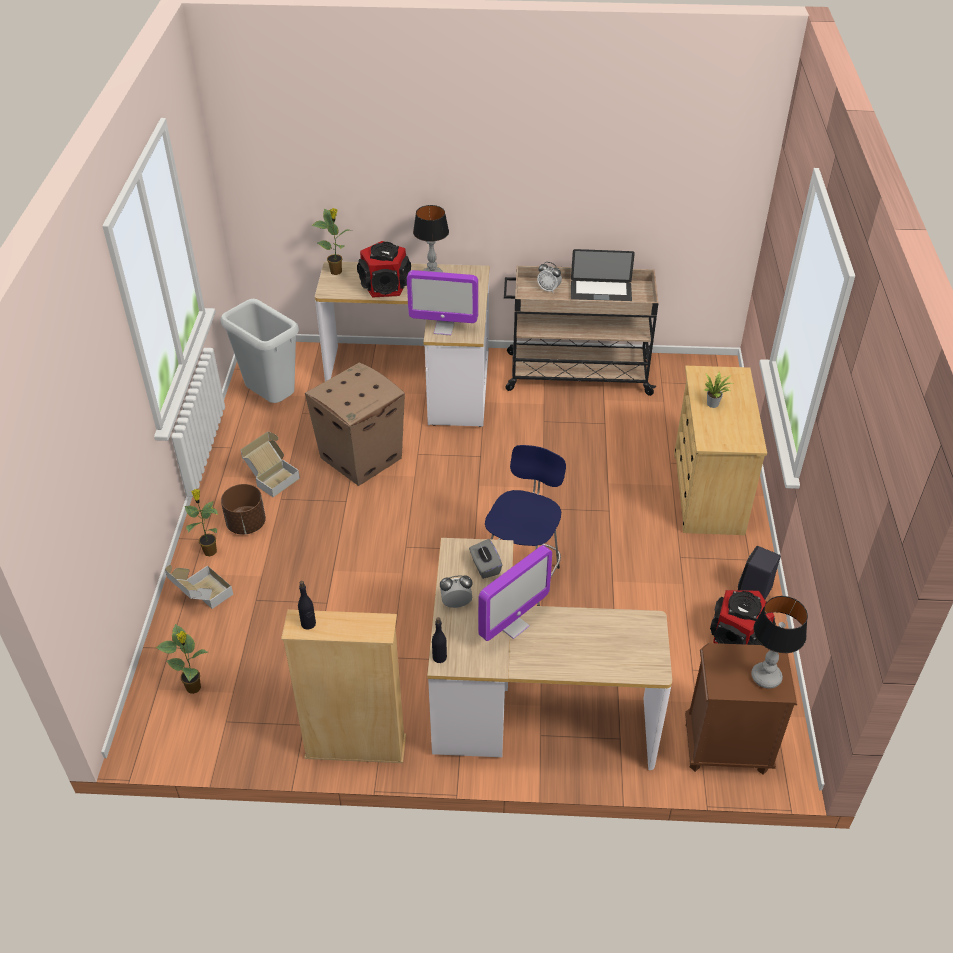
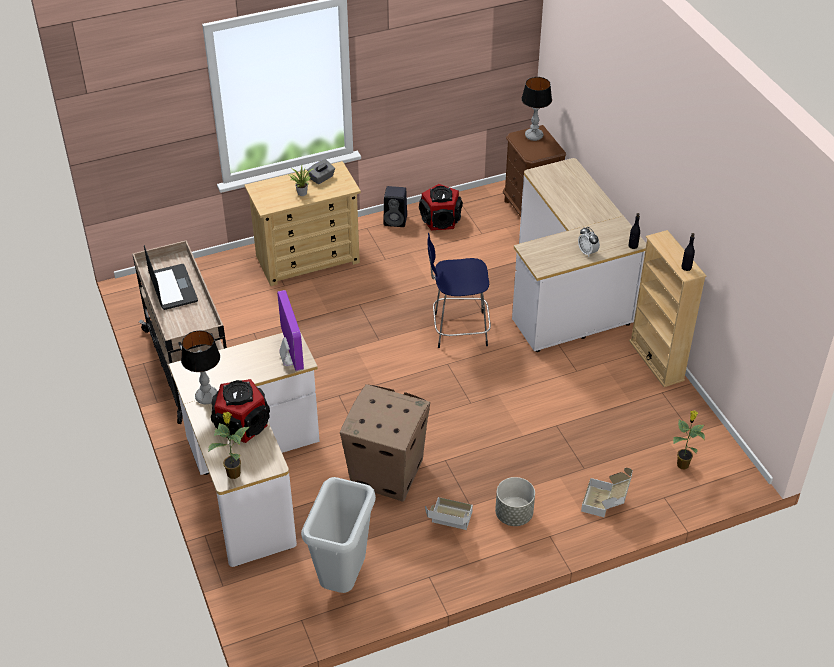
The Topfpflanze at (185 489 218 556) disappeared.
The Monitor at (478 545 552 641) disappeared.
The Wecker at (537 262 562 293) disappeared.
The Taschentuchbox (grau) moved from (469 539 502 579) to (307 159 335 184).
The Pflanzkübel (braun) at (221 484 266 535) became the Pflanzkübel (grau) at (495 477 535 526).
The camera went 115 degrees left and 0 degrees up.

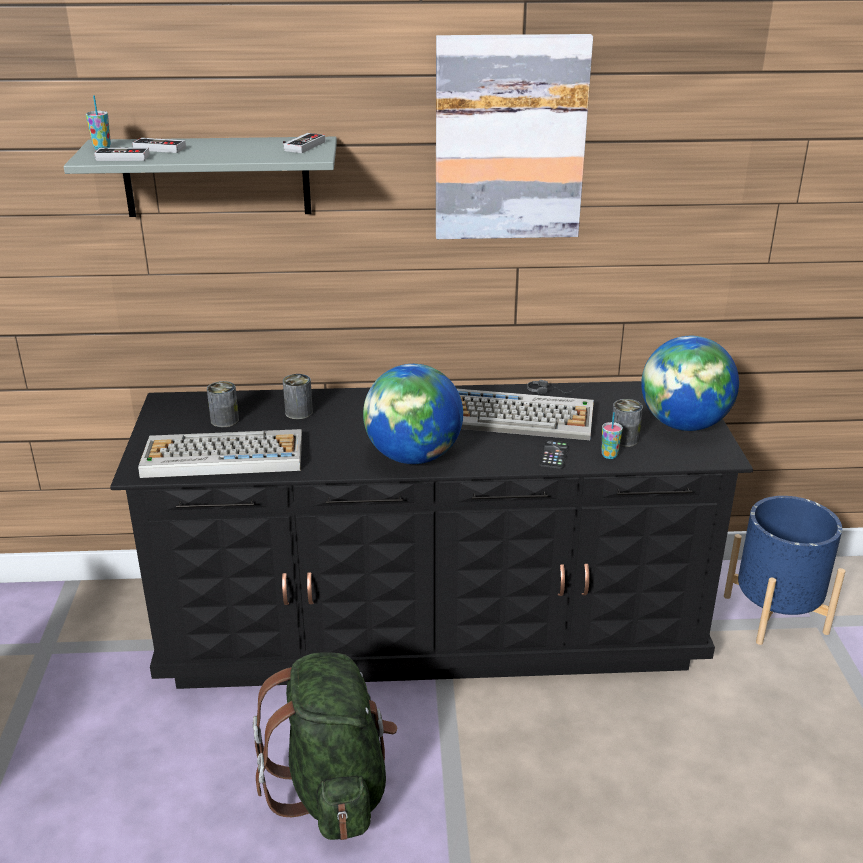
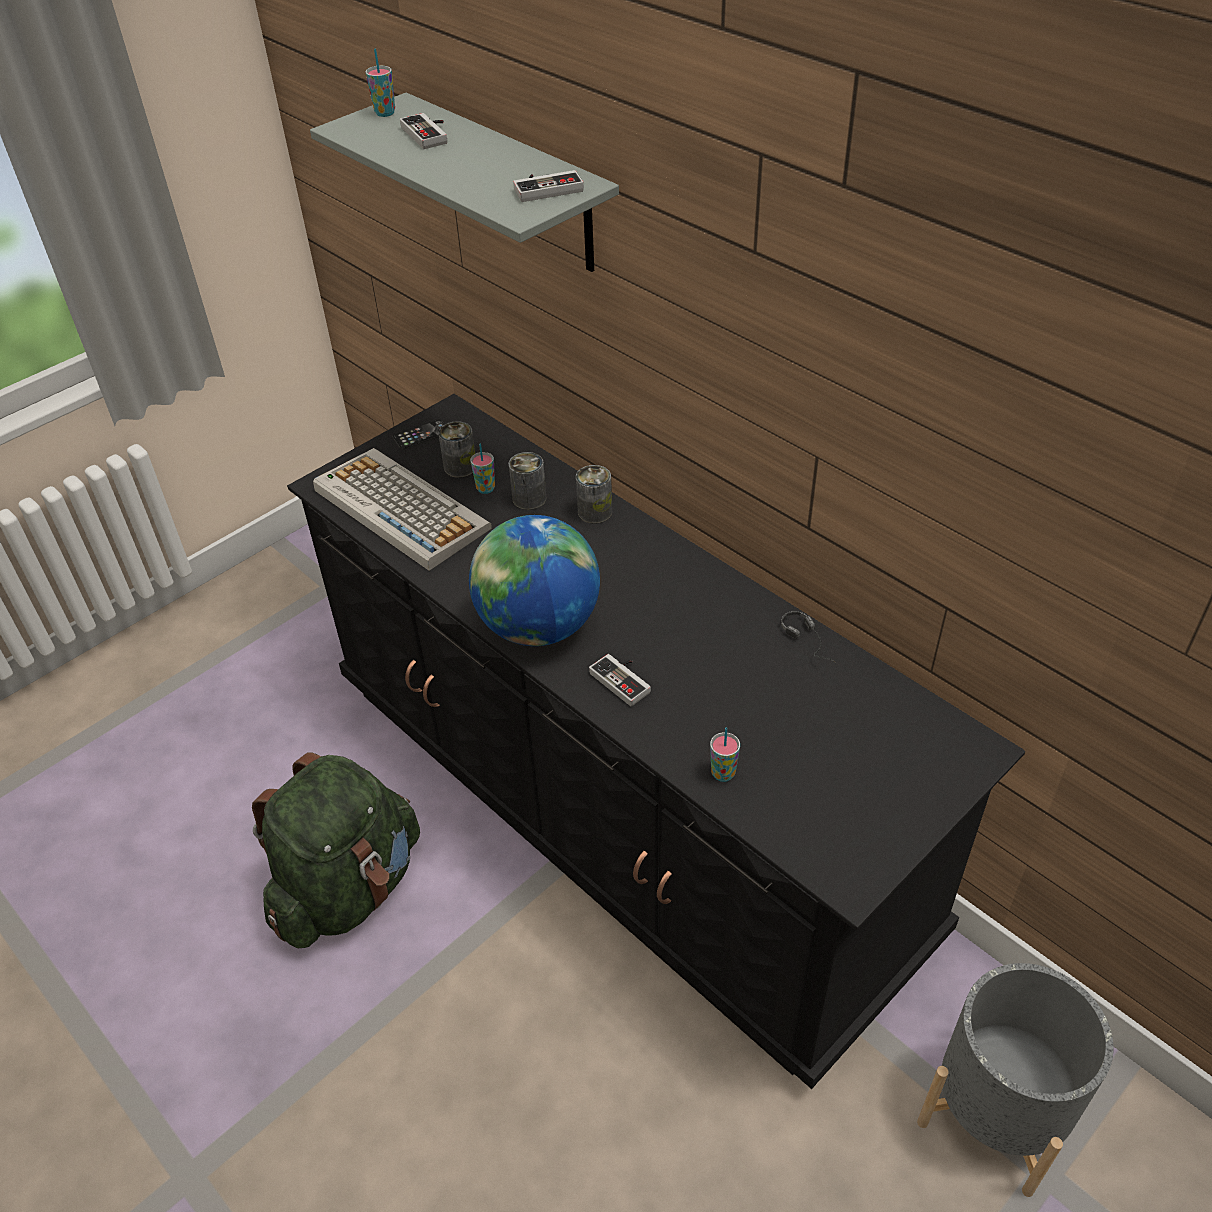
The Bild at (436 34 593 239) disappeared.
The Tastatur at (456 388 594 440) disappeared.
The Globus at (641 336 739 431) disappeared.
The Tasse at (470 443 495 494) appeared.
The Gamepad moved from (94 147 149 161) to (589 654 651 706).
The Handy moved from (539 440 569 469) to (392 420 445 450).
The Dose moved from (612 399 643 447) to (576 465 612 524).
The Pflanzkübel (blau) at (724 496 845 645) became the Pflanzkübel (grau) at (917 963 1113 1197).
The camera went 50 degrees right and 15 degrees up.

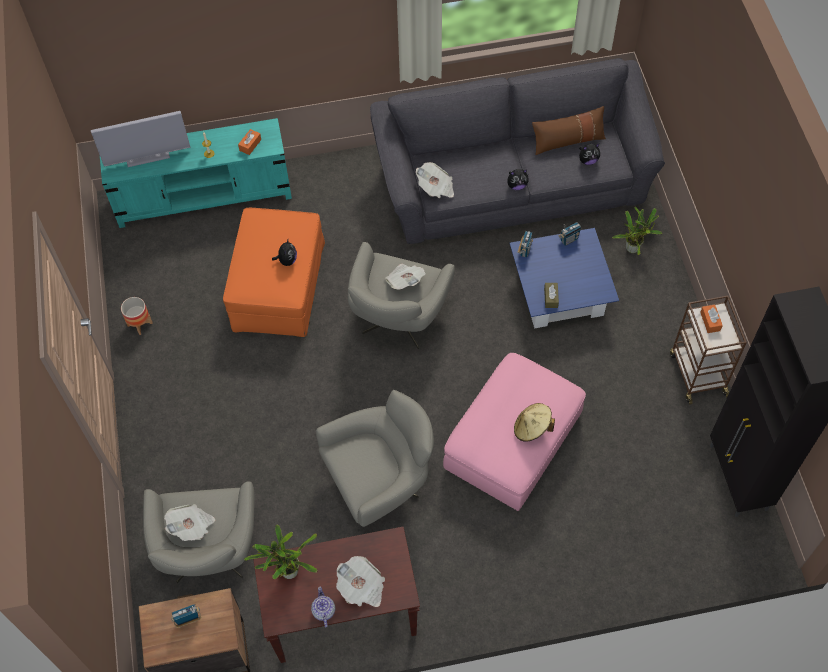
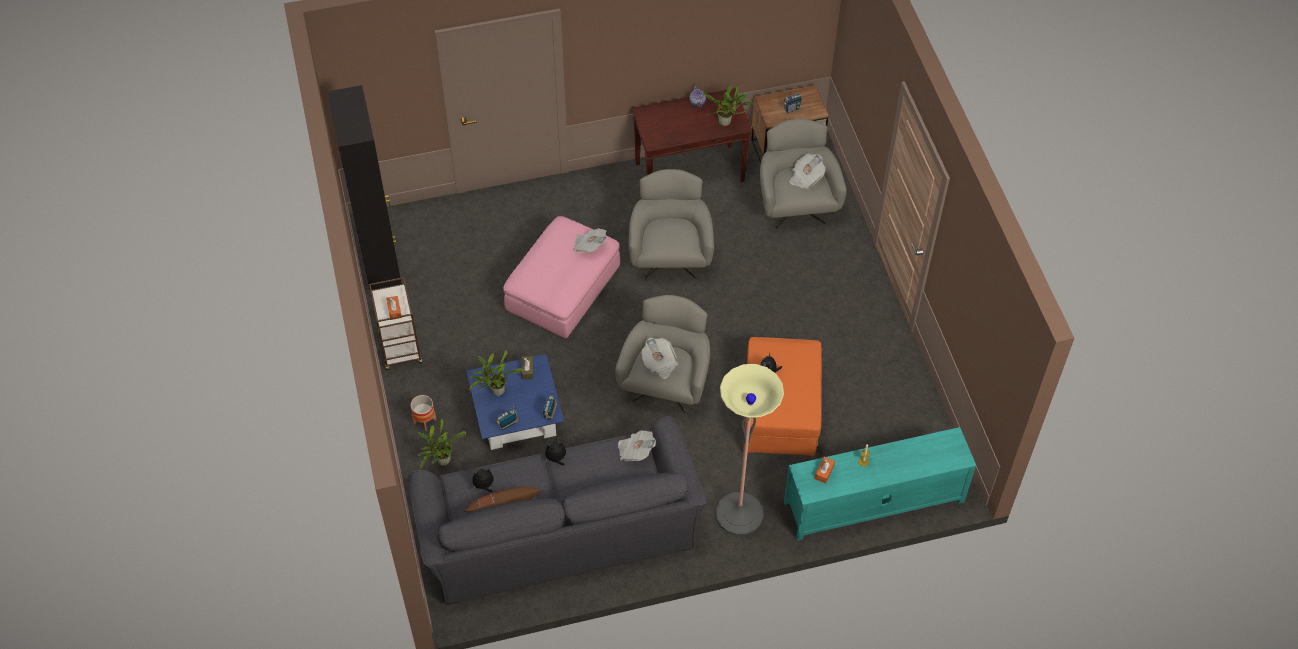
The Fernseher at (91 111 190 167) disappeared.
The Hut (beige) at (514 403 555 442) disappeared.
The Topfpflanze at (469 351 523 396) appeared.
The Stehlampe at (716 364 784 536) appeared.
The Pflanzkübel moved from (121 297 153 335) to (410 395 436 431).
The Zeitung moved from (336 556 385 607) to (573 228 607 253).
The Sessel (grau) at (316 390 434 527) turned 120 degrees clockwise.
The camera went 175 degrees right and 5 degrees down.

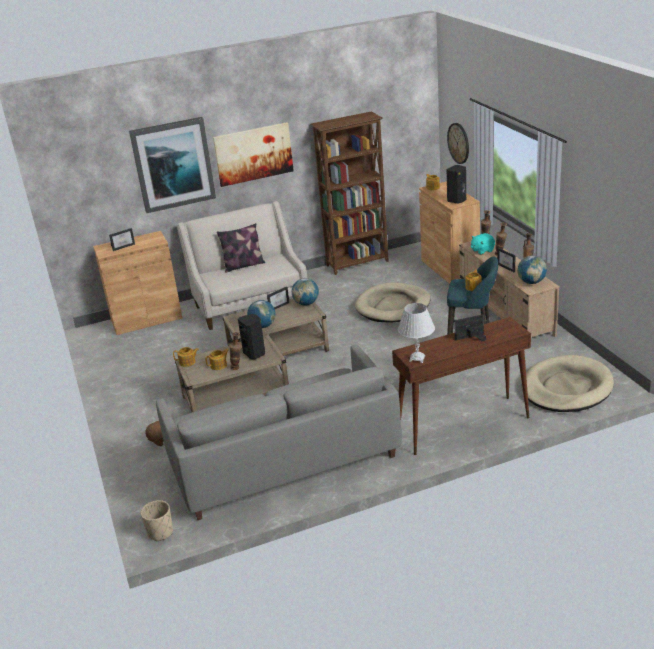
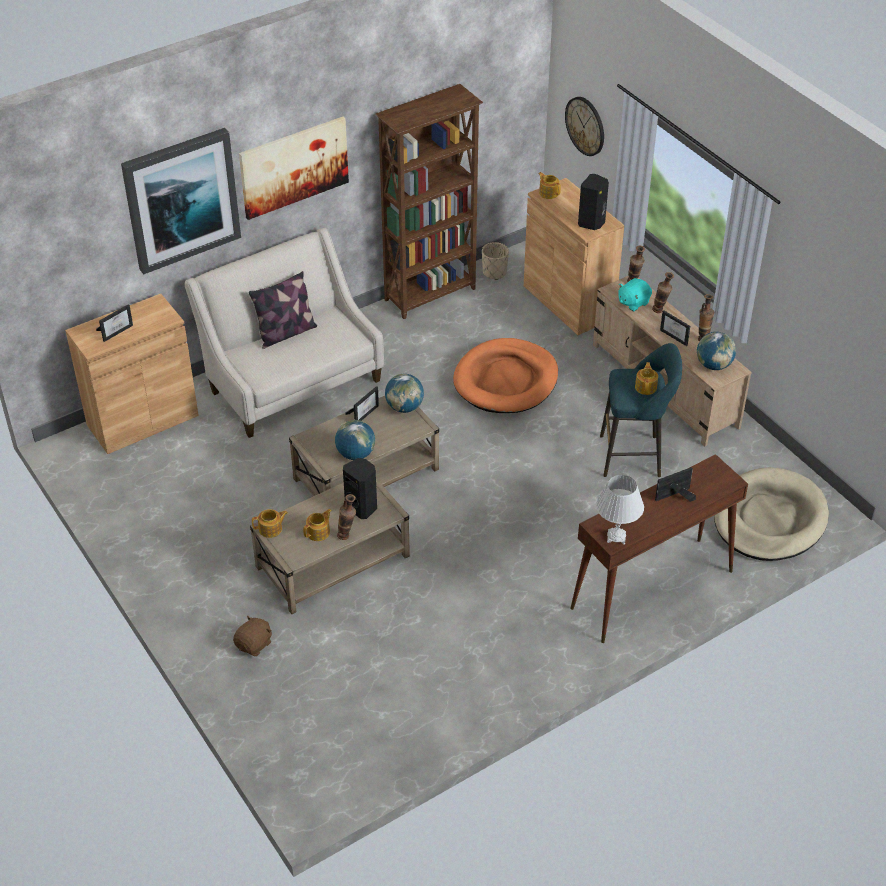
The Sofa (grau) at (156 345 402 520) disappeared.
The Pflanzkübel (beige) moved from (141 500 173 541) to (482 242 509 280).
The Hundebett (beige) at (355 283 430 323) became the Hundebett (orange) at (453 338 558 413).
The camera went 15 degrees left and 15 degrees up.

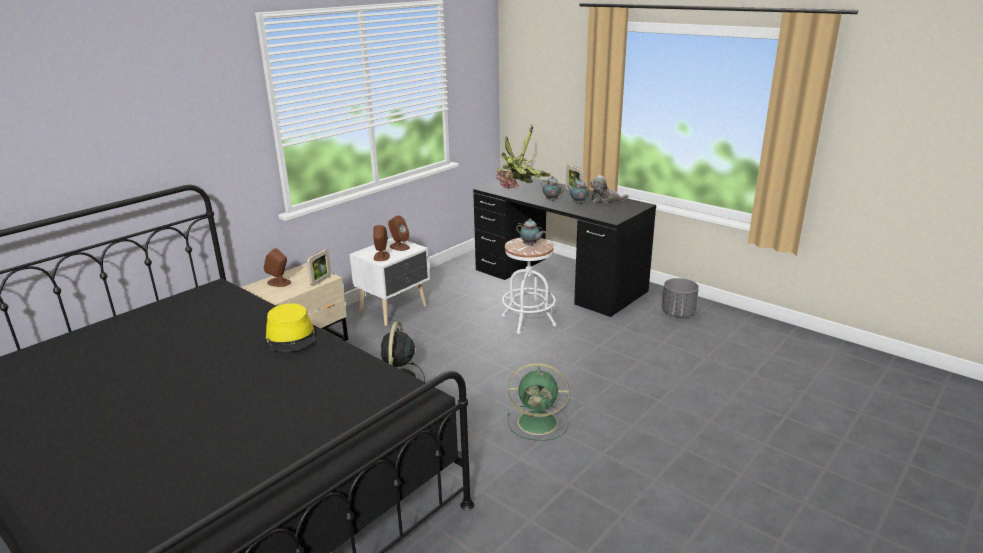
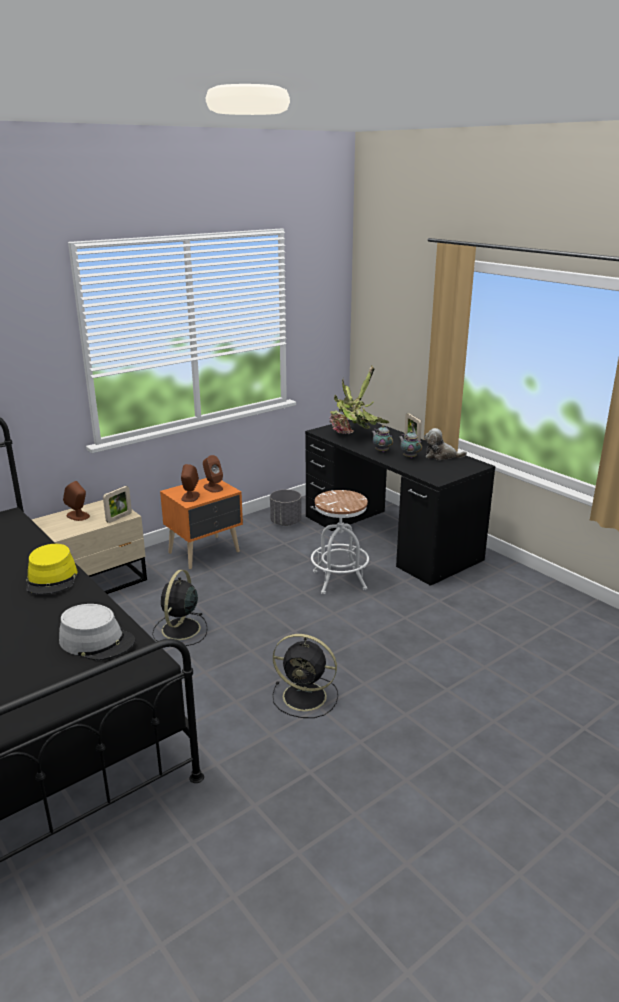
The Teekanne at (516 219 545 246) disappeared.
The Hut (grau) at (59 604 135 661) appeared.
The Pflanzkübel (grau) moved from (662 278 699 317) to (270 489 302 526).
The Nachttisch (weiß) at (350 238 430 326) became the Nachttisch (orange) at (160 478 243 569).
The Ventilator (grün) at (507 363 569 441) became the Ventilator (schwarz) at (273 634 338 718).
The camera went 10 degrees right and 0 degrees up.

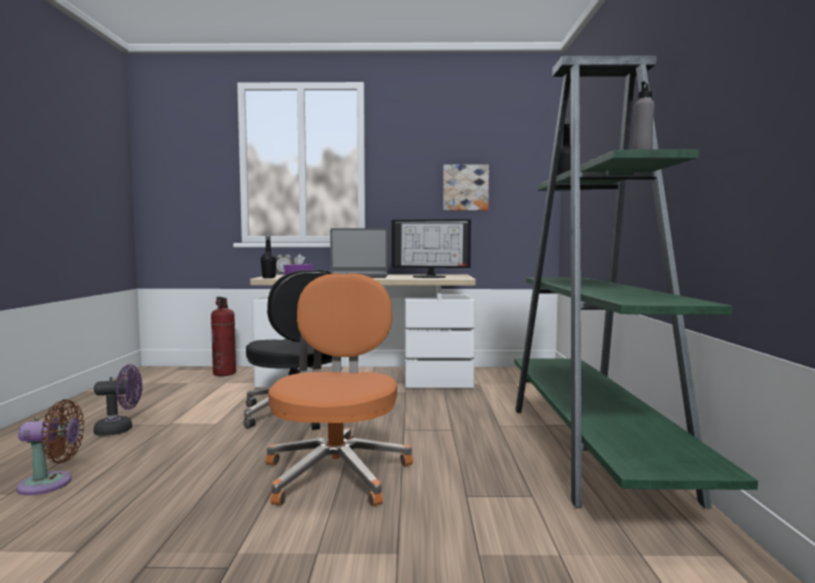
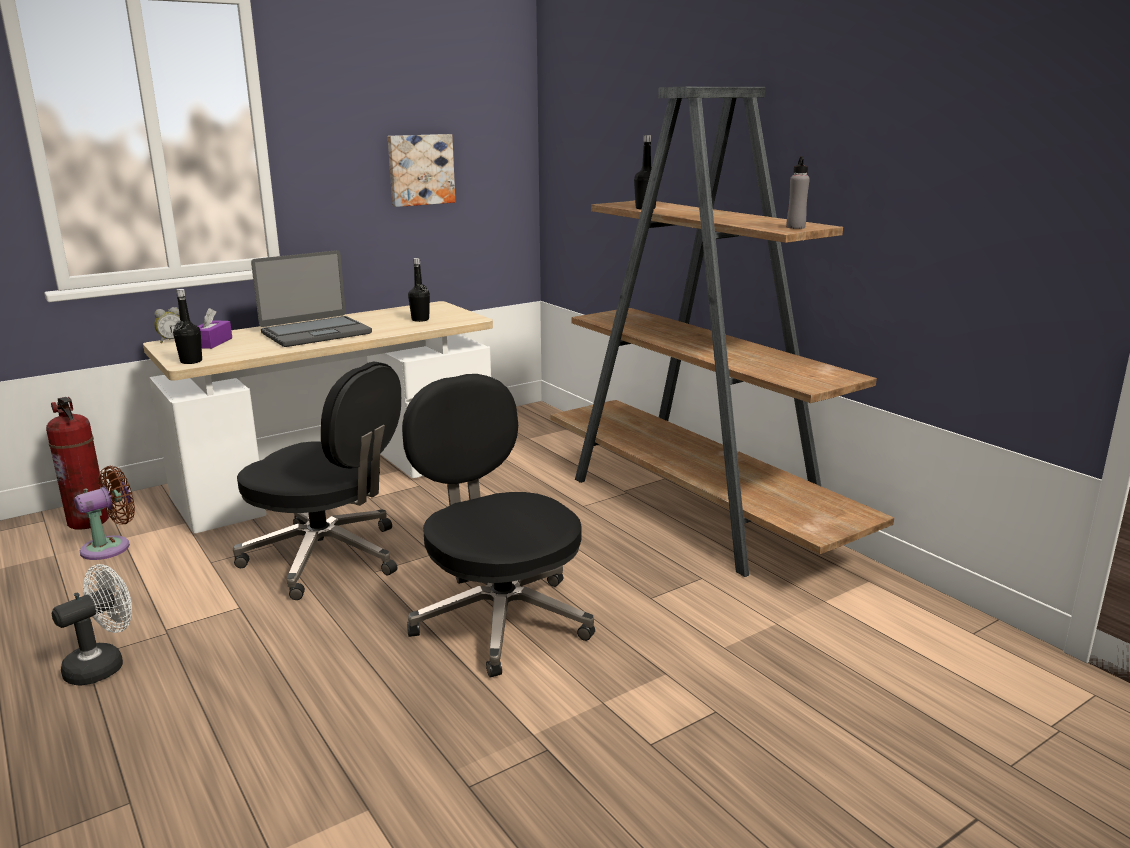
The Ventilator (braun) moved from (16 399 84 495) to (74 466 135 560).
The Monitor at (391 219 471 278) was replaced by the Flasche (schwarz) at (408 258 430 322).
The Ventilator (lila) at (93 364 142 436) became the Ventilator (weiß) at (52 564 132 686).
The Bürostuhl (orange) at (266 273 413 506) became the Bürostuhl (schwarz) at (402 374 595 677).
The Bücherregal (grün) at (514 56 758 508) became the Bücherregal (braun) at (551 87 894 577).
The camera went 35 degrees left and 15 degrees up.

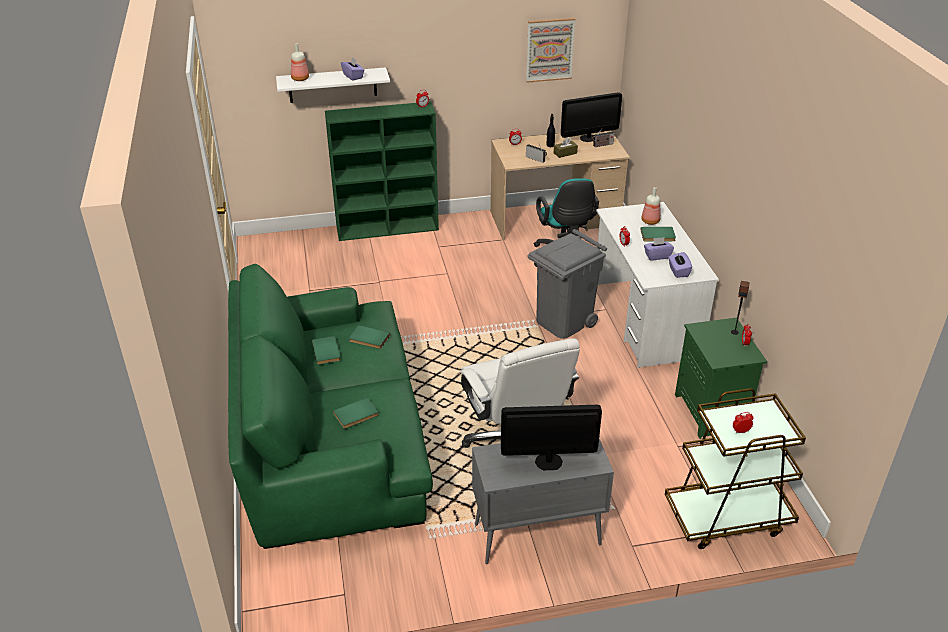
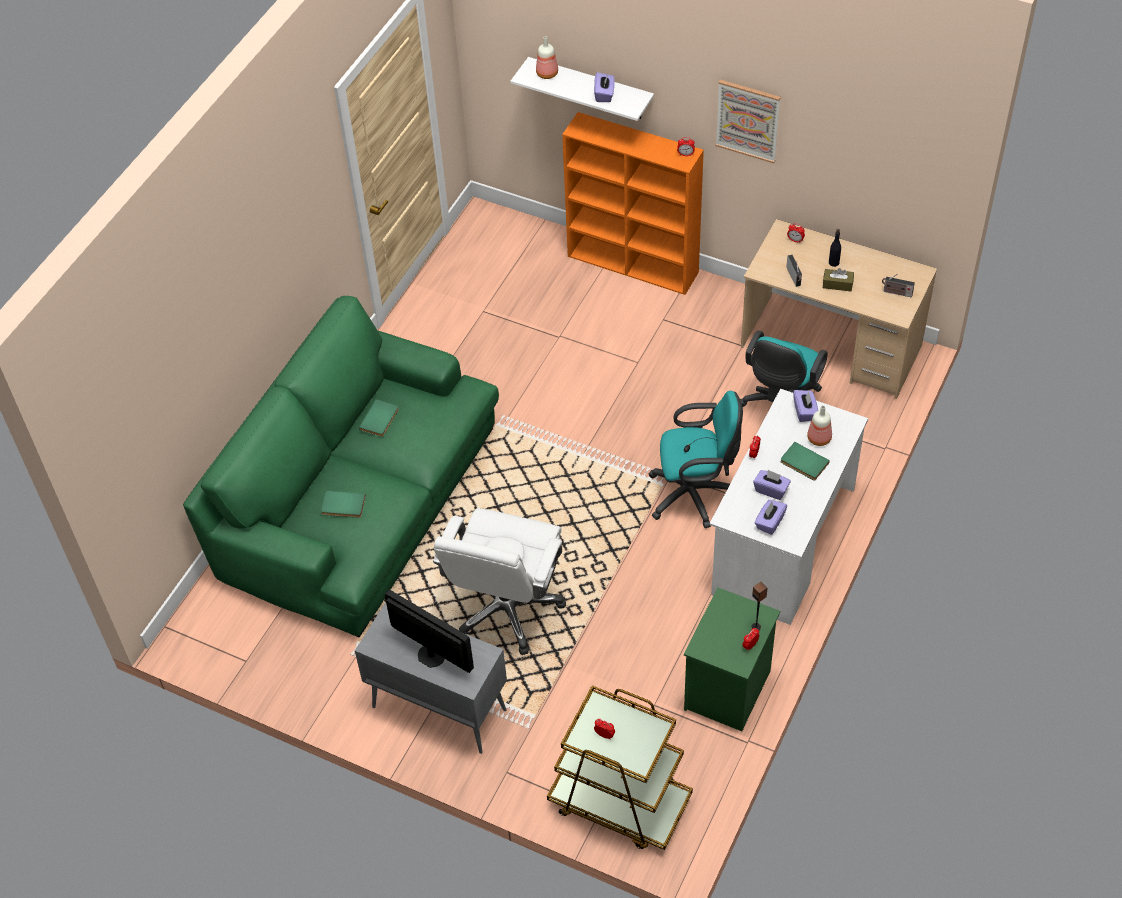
The Buch (grün) at (349 325 390 349) disappeared.
The Monitor at (561 92 622 142) disappeared.
The Taschentuchbox (lila) at (793 390 818 422) appeared.
The Bild moved from (526 18 575 83) to (716 80 781 163).
The Mülleimer (grau) at (528 229 607 339) was replaced by the Bürostuhl (türkis) at (648 391 743 528).
The Bücherregal (grün) at (325 102 439 241) became the Bücherregal (orange) at (562 112 704 295).
The camera went 40 degrees right and 15 degrees up.

